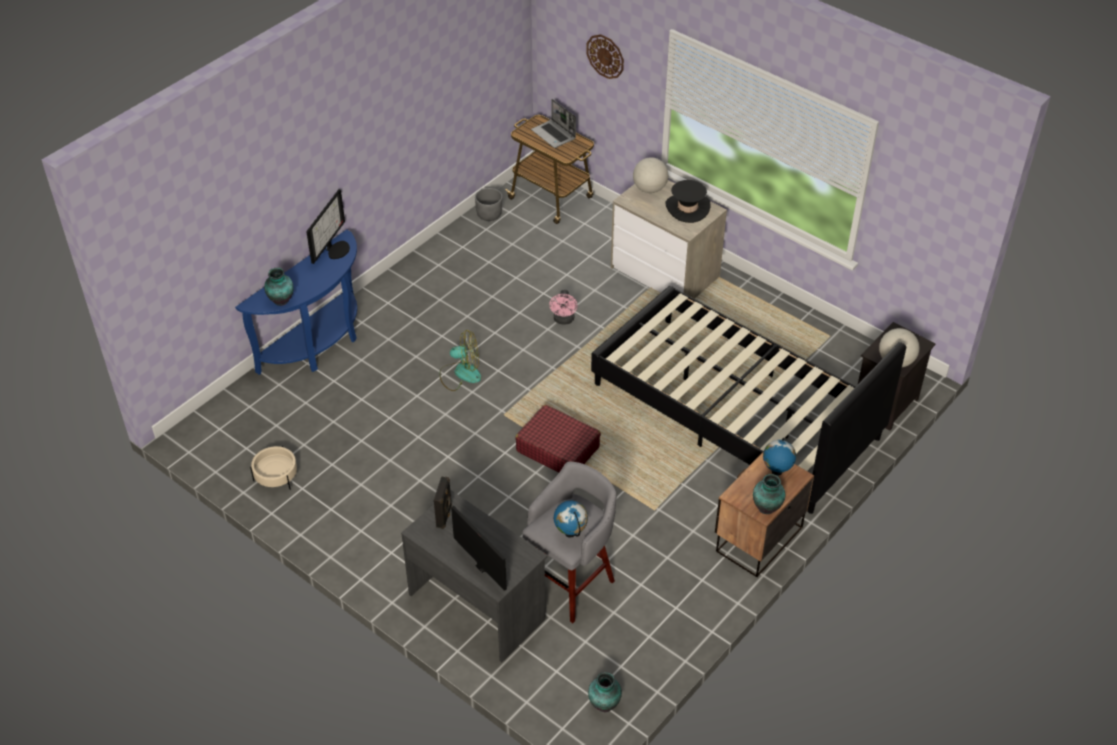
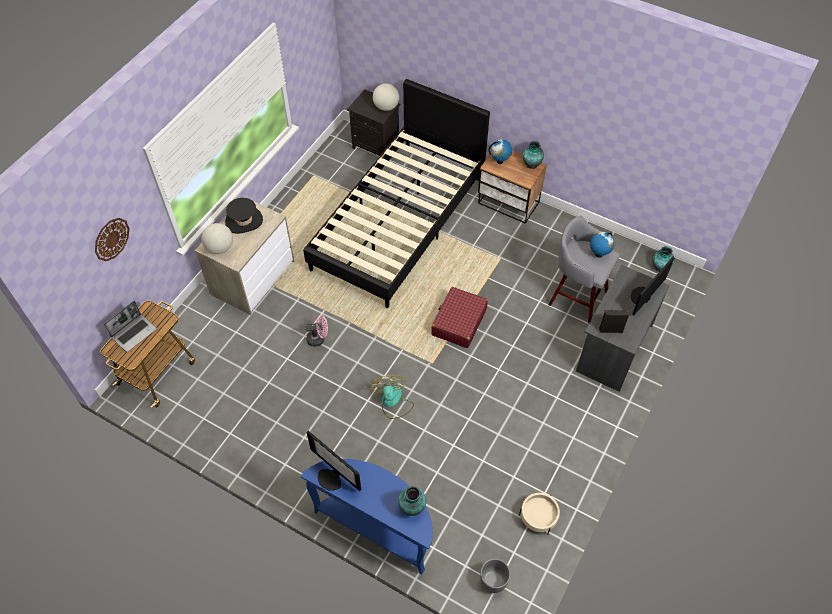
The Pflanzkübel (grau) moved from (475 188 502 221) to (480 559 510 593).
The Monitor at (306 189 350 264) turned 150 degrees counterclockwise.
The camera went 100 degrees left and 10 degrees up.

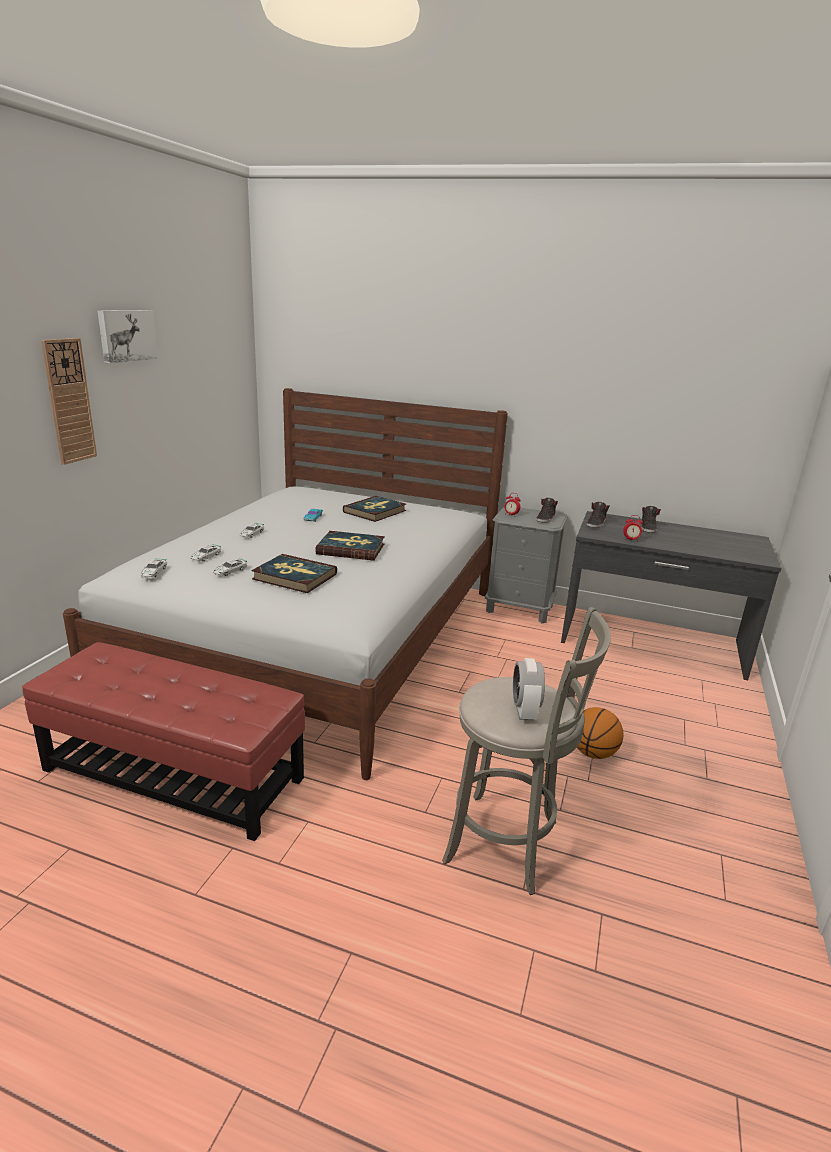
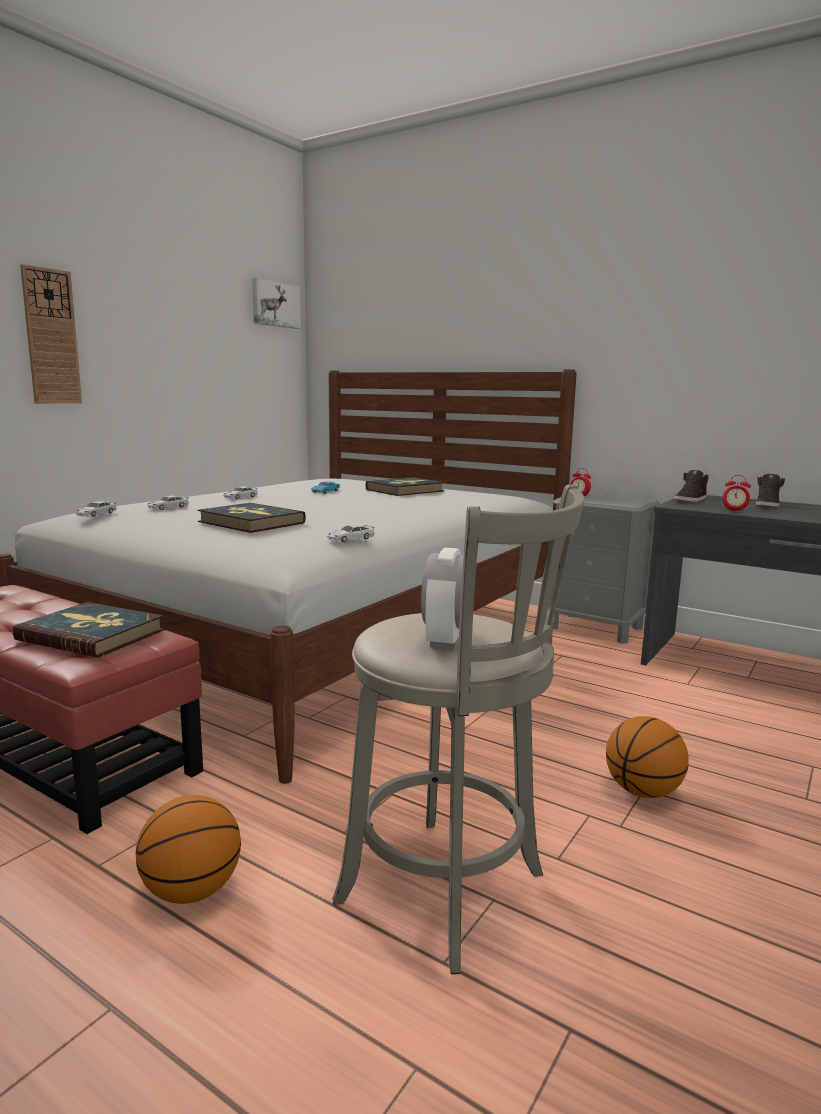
The Schuh (schwarz) at (536 498 558 523) disappeared.
The Basketball at (136 795 241 904) appeared.
The Bild moved from (98 310 158 363) to (252 278 301 329).
The Spielzeugauto moved from (213 558 247 577) to (327 524 375 542).
The Buch moved from (315 531 385 561) to (13 602 164 658).
The camera went 15 degrees right and 10 degrees down.

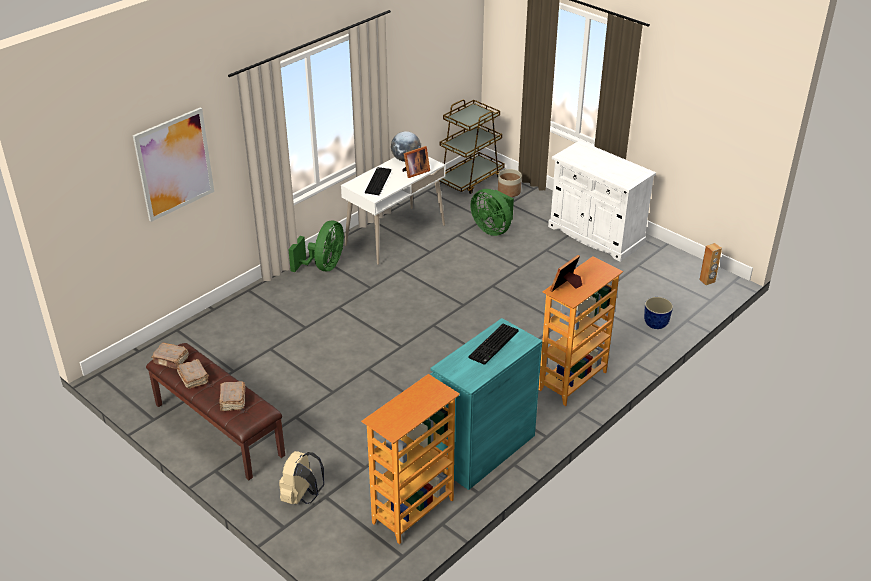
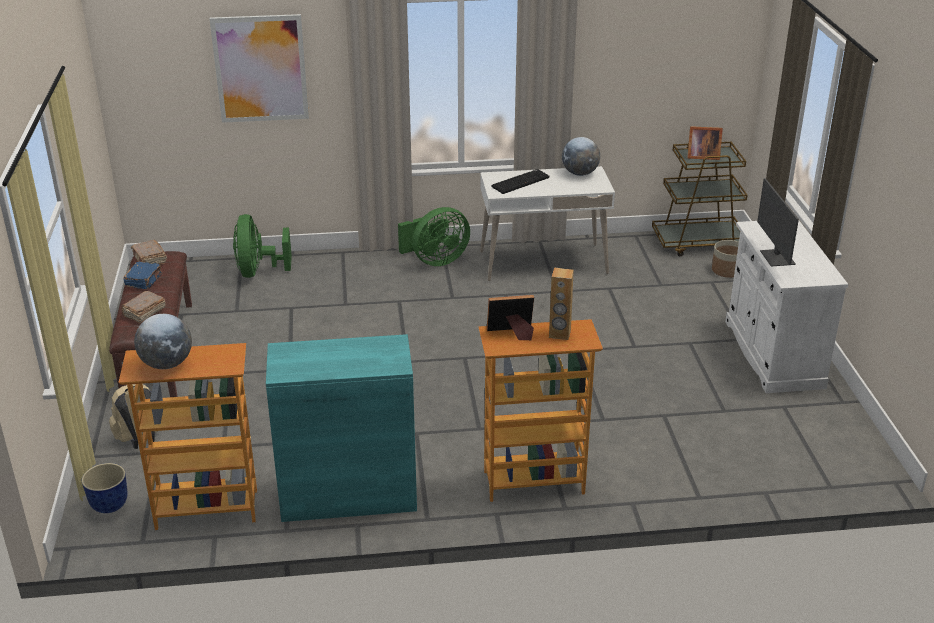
The Tastatur at (469 324 519 365) disappeared.
The Globus at (134 314 192 369) appeared.
The Monitor at (757 178 799 266) appeared.
The Bilderrahmen moved from (402 146 430 178) to (687 126 723 160).
The Ventilator (grün) moved from (470 189 514 236) to (233 214 292 278).
The Pflanzkübel moved from (644 297 673 329) to (82 463 127 513).
The Lautsprecher (braun) moved from (699 243 722 285) to (549 268 574 340).
The Buch (braun) at (177 359 209 389) became the Buch (blau) at (123 261 162 289).
The camera went 40 degrees right and 5 degrees down.

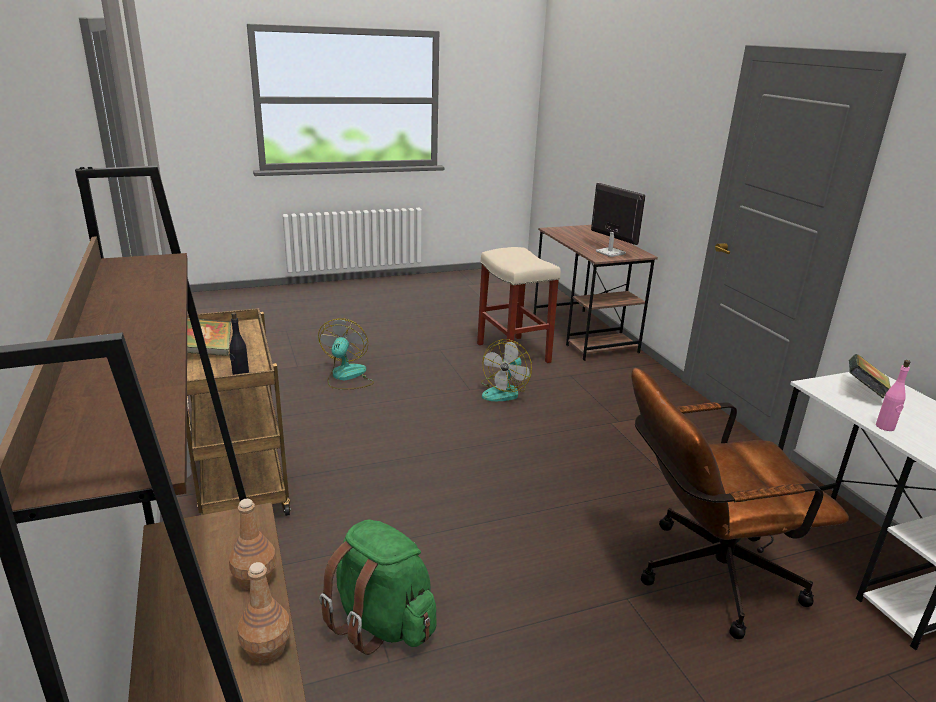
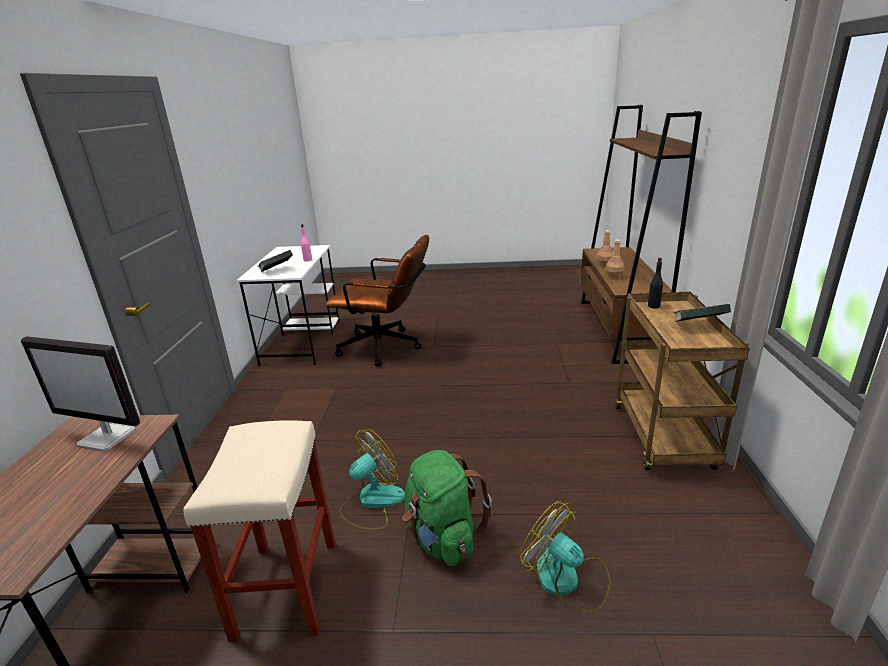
The Rucksack (grün) moved from (319 519 437 655) to (402 450 492 566).
The Ventilator at (318 318 374 389) turned 105 degrees clockwise.
The Monitor at (591 183 645 257) turned 60 degrees counterclockwise.
The camera went 155 degrees left and 0 degrees up.

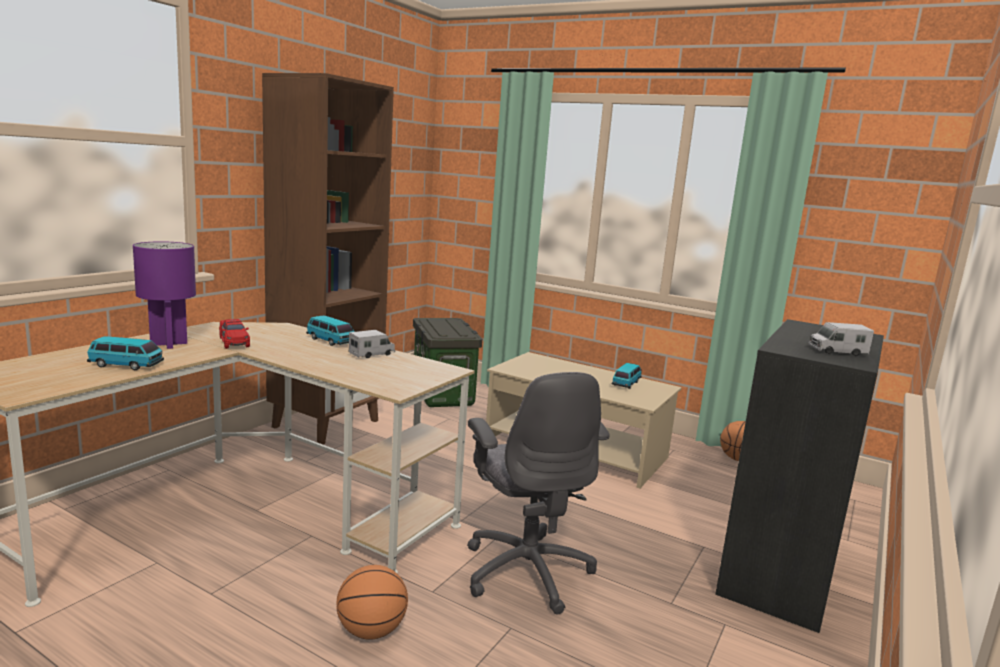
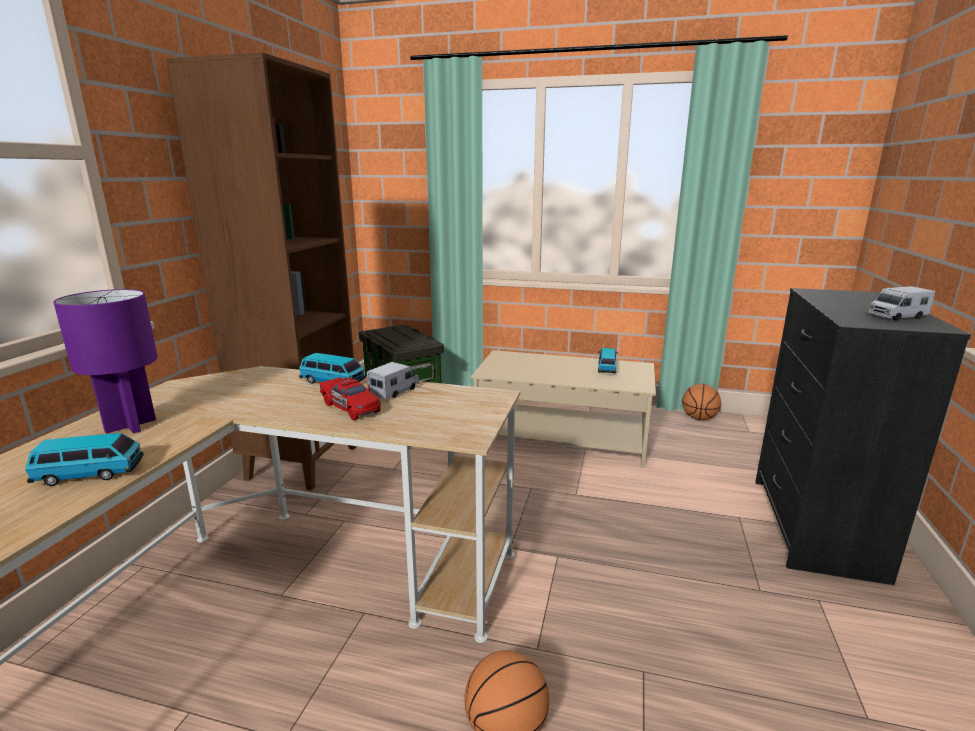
The Bürostuhl (grau) at (467 372 610 615) disappeared.
The Spielzeugauto (rot) moved from (219 319 250 349) to (320 377 381 420).
The camera went 15 degrees left and 5 degrees up.

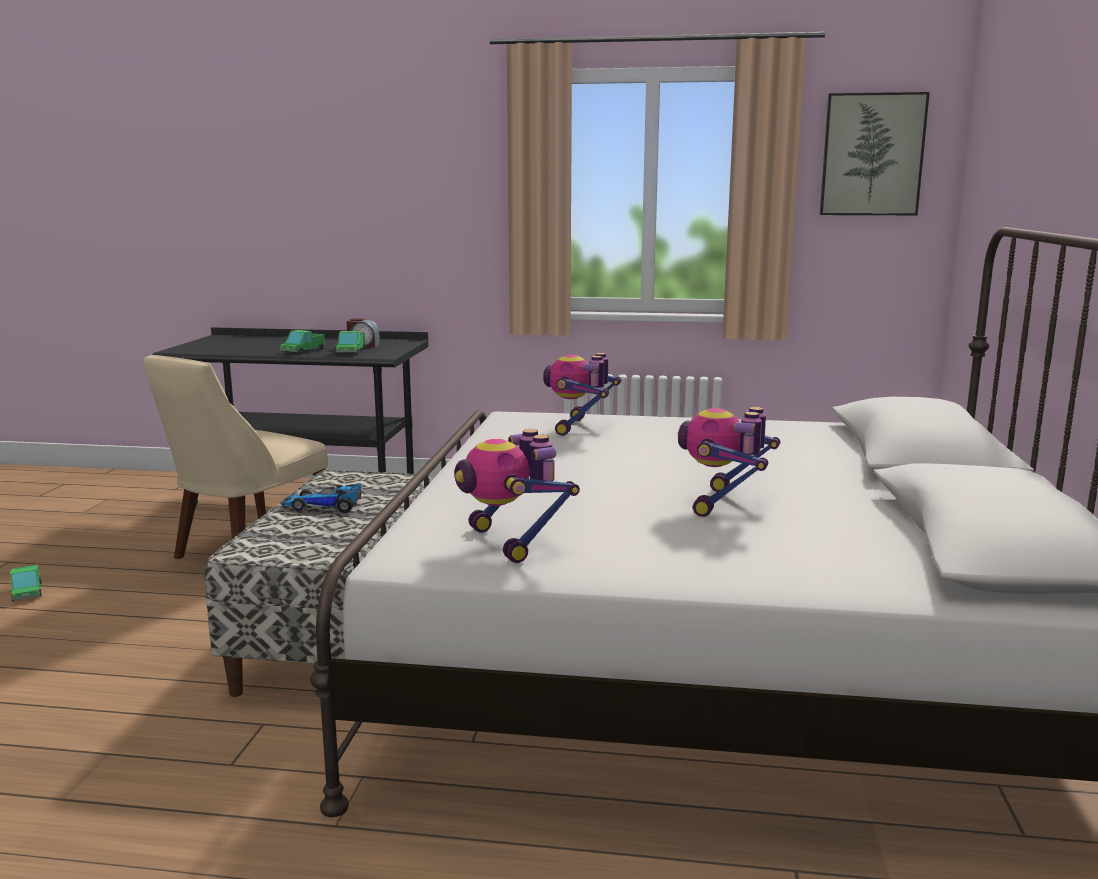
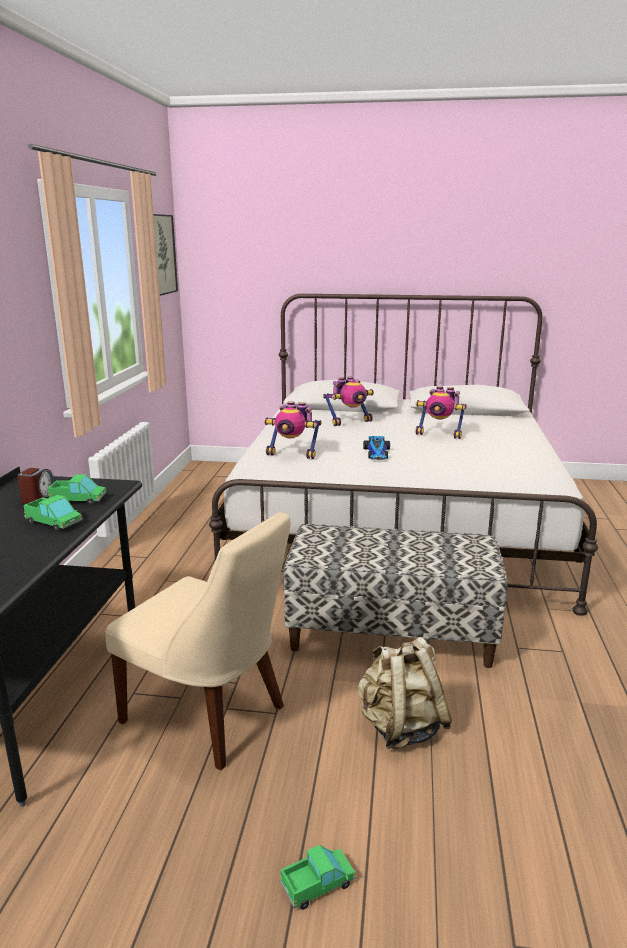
The Rucksack (beige) at (358 637 452 750) appeared.
The Spielzeugauto moved from (281 483 362 513) to (363 436 390 460).
The Spielzeugroboter moved from (454 429 580 563) to (323 377 374 426).
The camera went 90 degrees left and 5 degrees up.

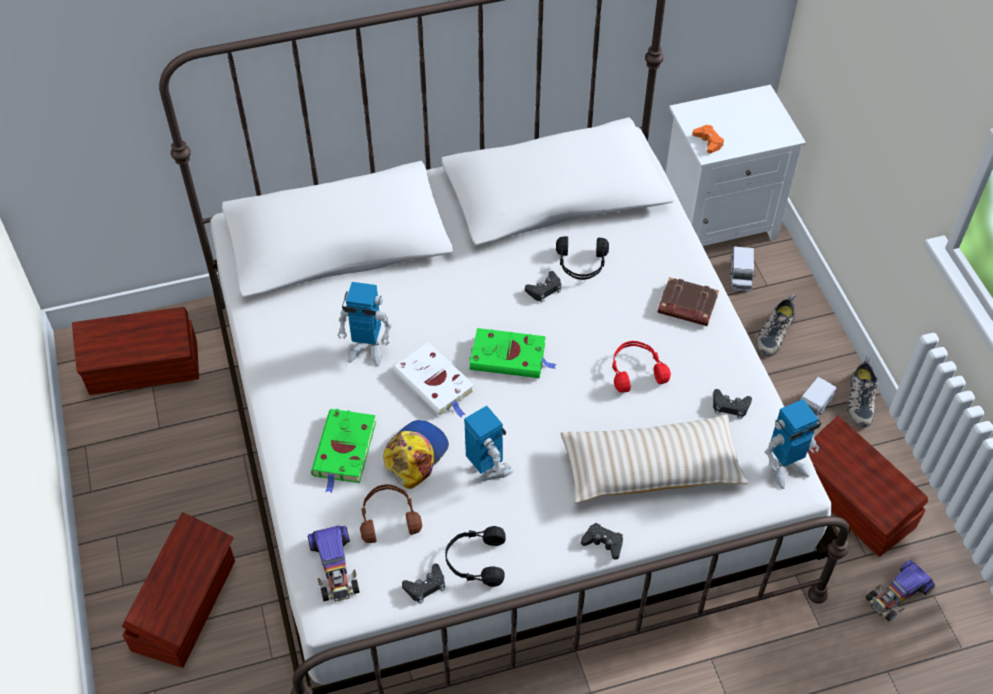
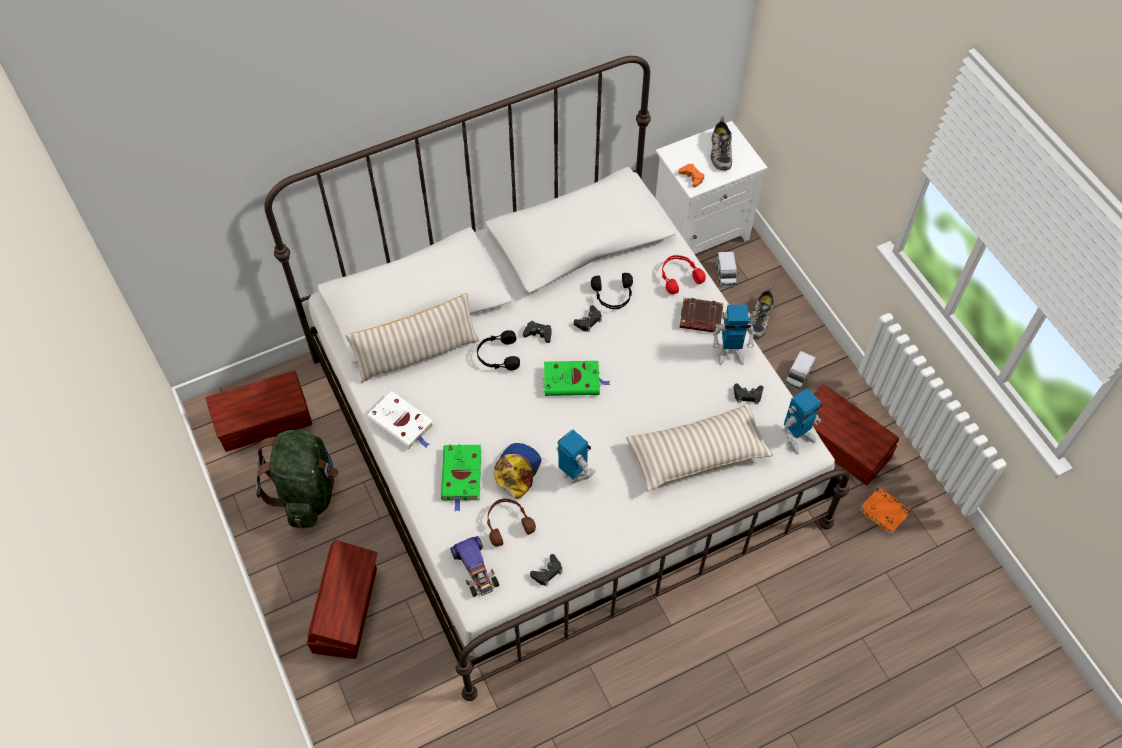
The Rucksack (grün) at (256 430 339 528) appeared.
The Kissen (beige) at (345 293 479 383) appeared.
The Spielzeugroboter moved from (337 282 392 366) to (712 305 755 365).
The Buch (weiß) moved from (393 342 474 417) to (367 391 434 449).
The Kopfhörer (schwarz) moved from (445 526 506 587) to (477 330 520 370).
The Gamepad (schwarz) moved from (581 523 623 560) to (523 321 551 343).
The Kopfhörer (rot) moved from (612 341 671 393) to (662 255 706 294).
The Schuh moved from (846 356 878 427) to (711 116 732 171).
The Spielzeugauto at (865 560 935 621) was replaced by the Buch (orange) at (859 487 911 534).
The camera went 10 degrees left and 5 degrees up.

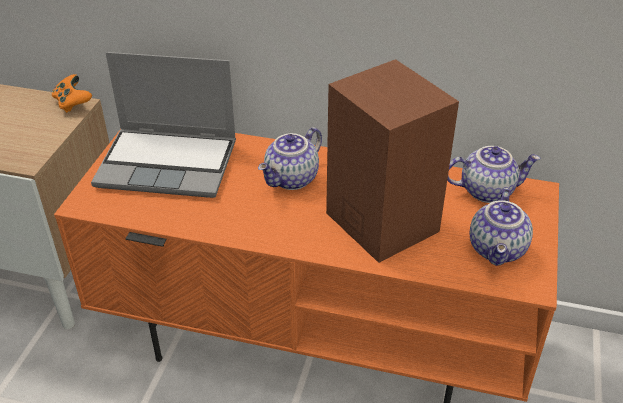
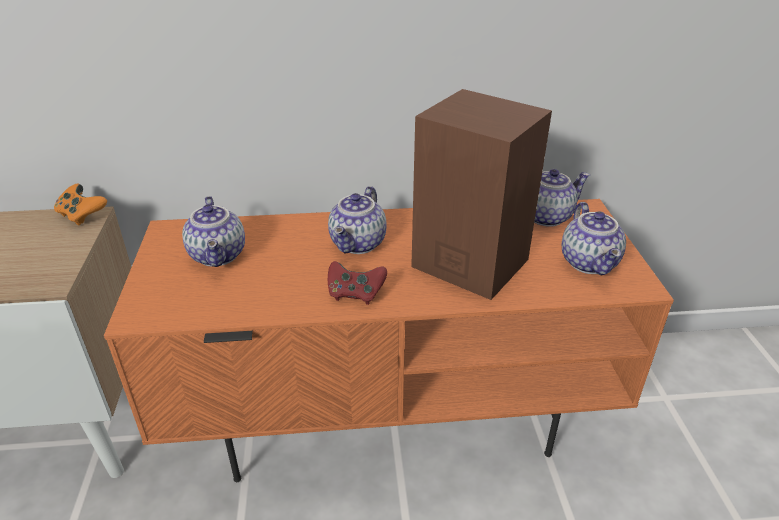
The Gamepad (rot) at (328 261 387 305) appeared.
The Laptop at (91 52 236 198) was replaced by the Teekanne at (182 196 245 267).
The camera went 20 degrees left and 5 degrees down.

